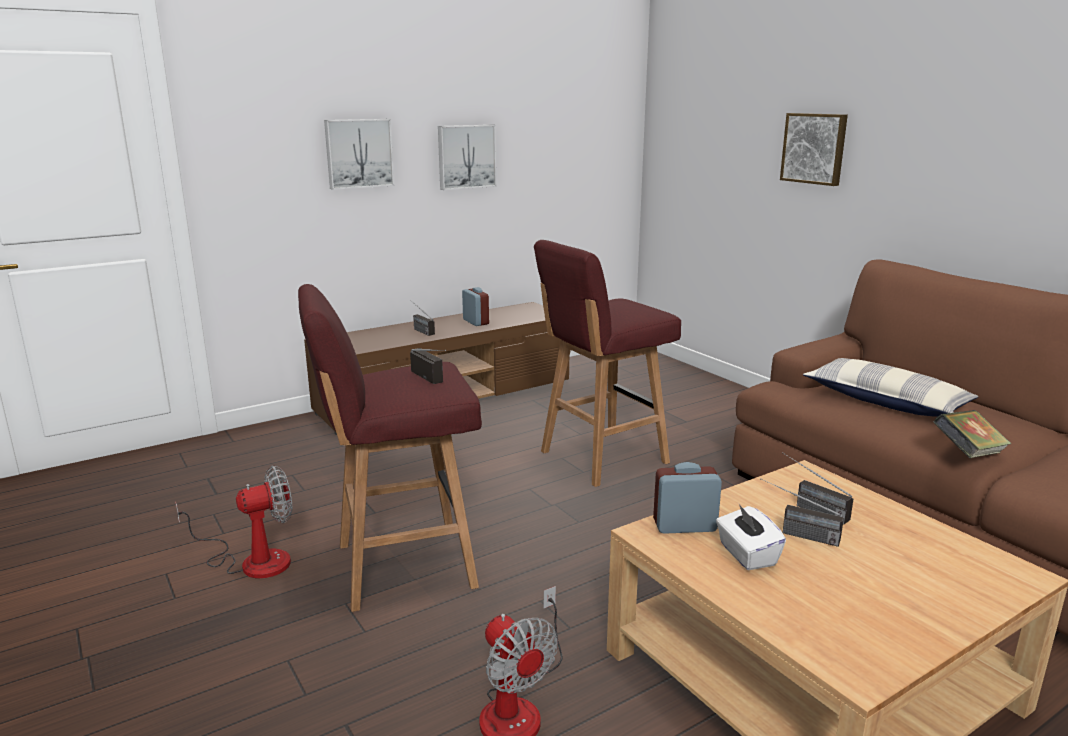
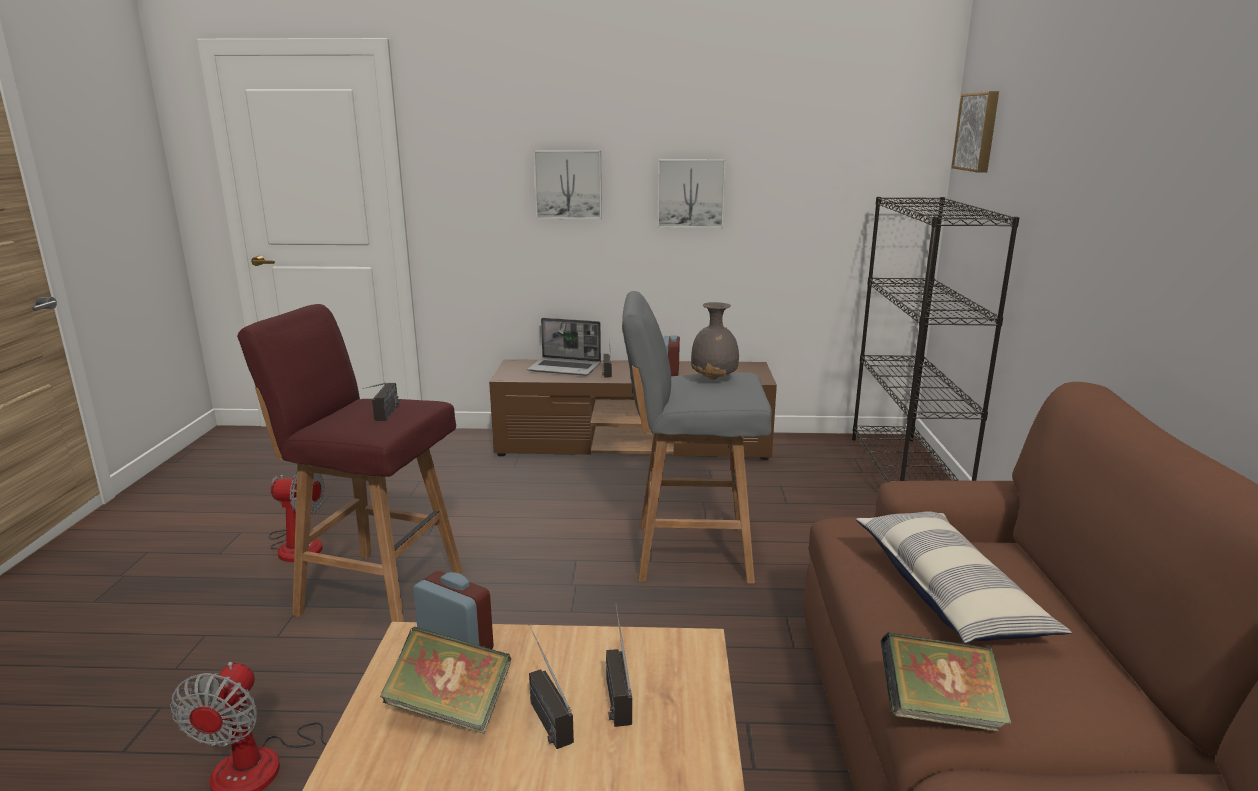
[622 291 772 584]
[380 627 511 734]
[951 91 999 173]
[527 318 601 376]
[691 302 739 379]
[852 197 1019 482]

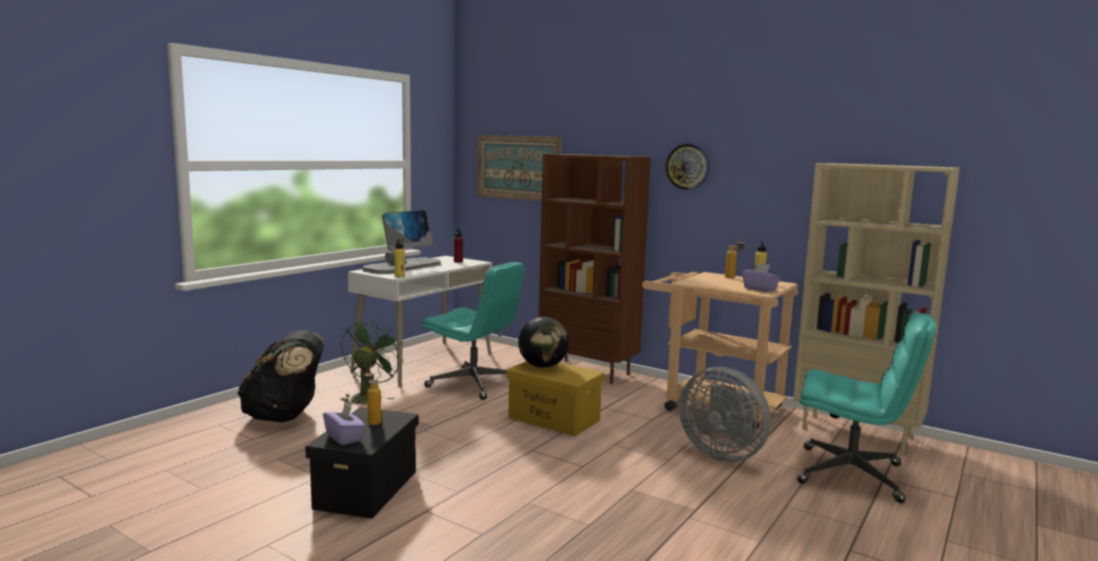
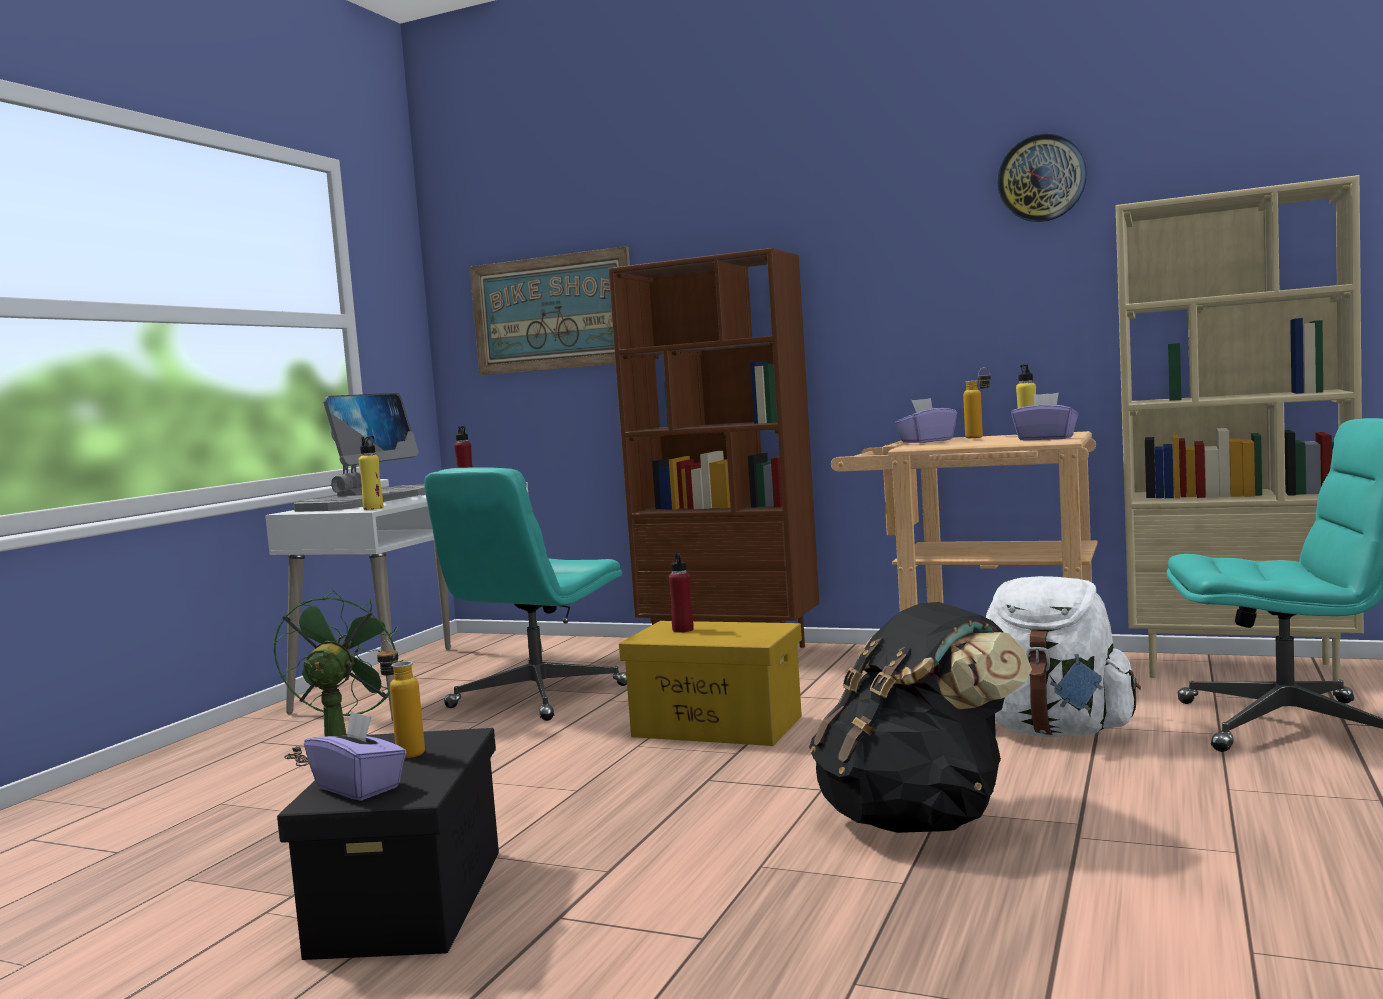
[809 602 1032 833]
[424 467 627 721]
[669 552 694 633]
[998 134 1087 222]
[986 576 1141 737]
[895 398 957 443]

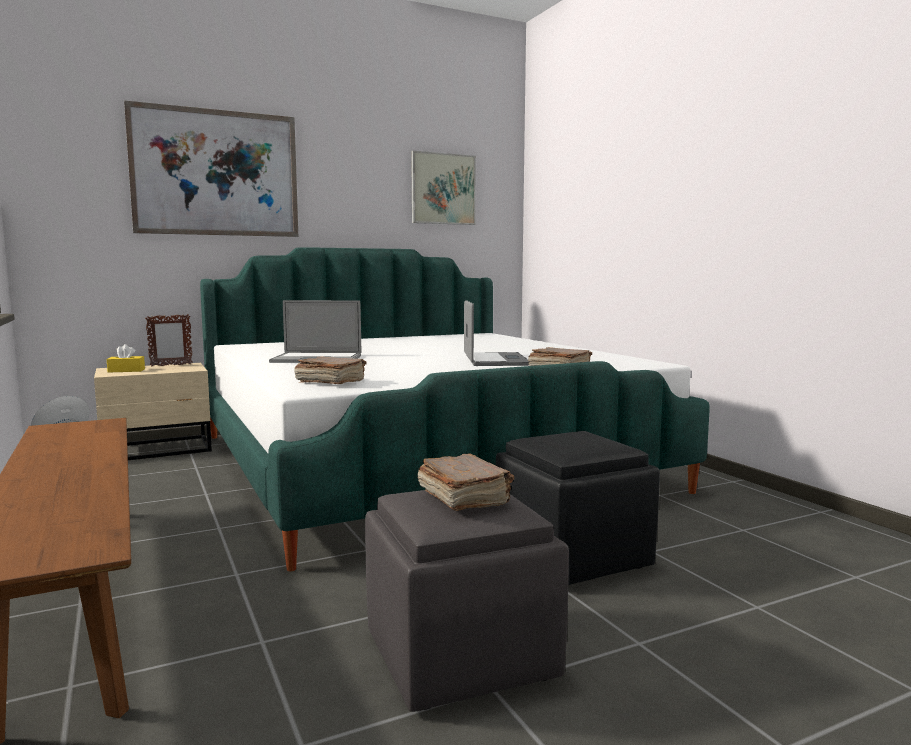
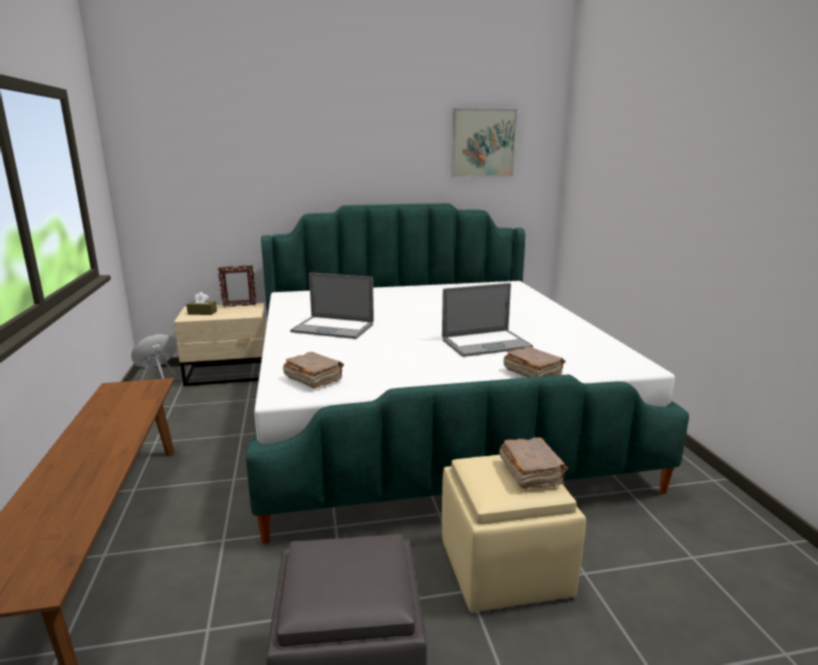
[186 292 217 315]
[124 101 298 237] (first image)
[499 437 568 488]
[442 283 533 357]
[442 455 586 613]

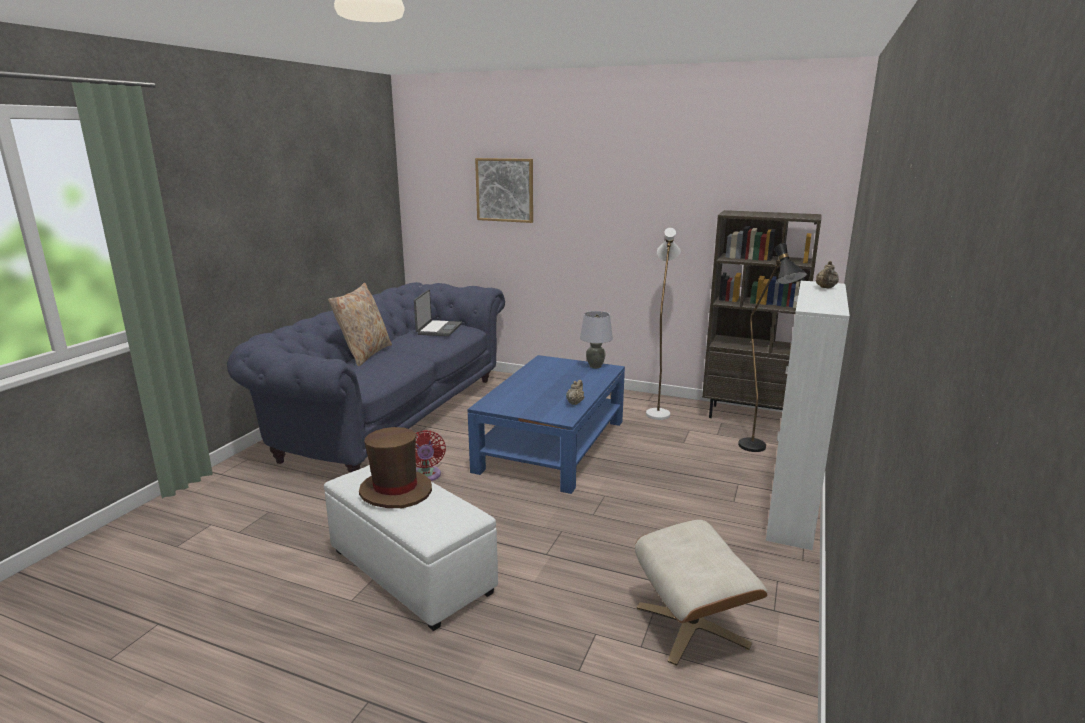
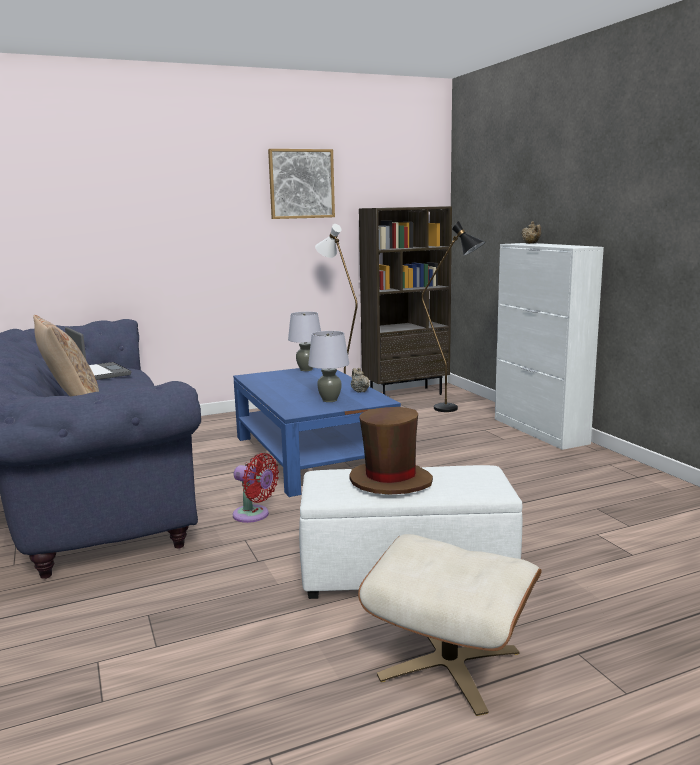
[268 149 335 219]
[358 534 542 716]
[308 331 349 402]

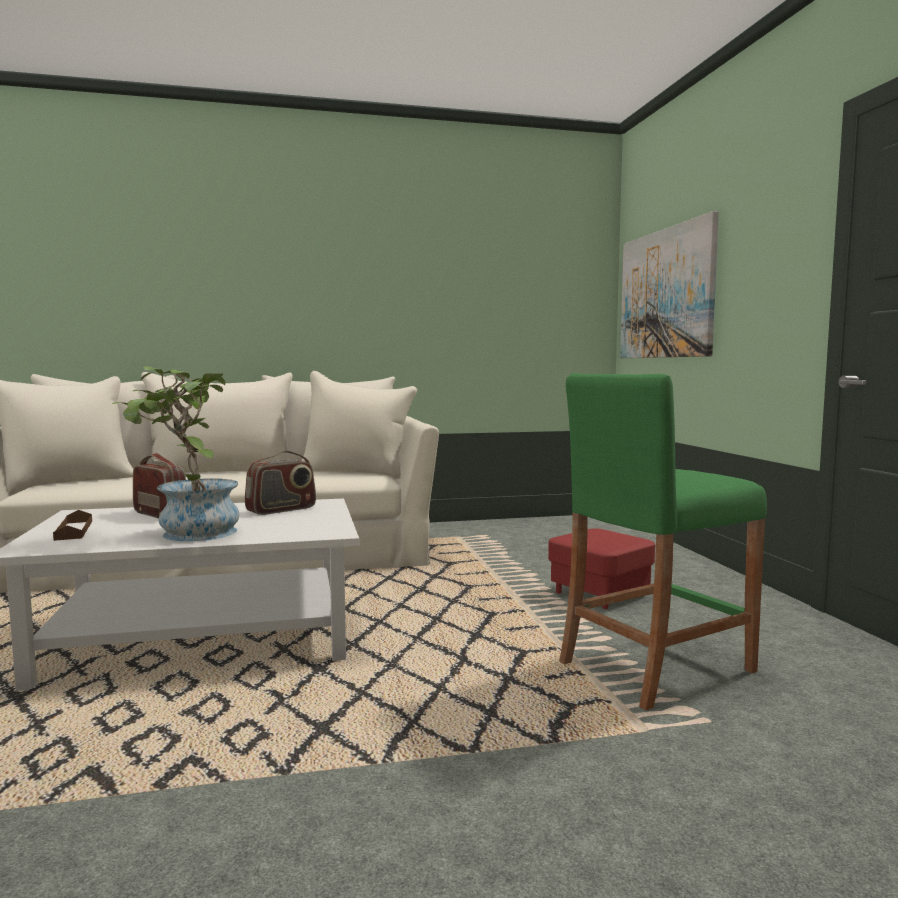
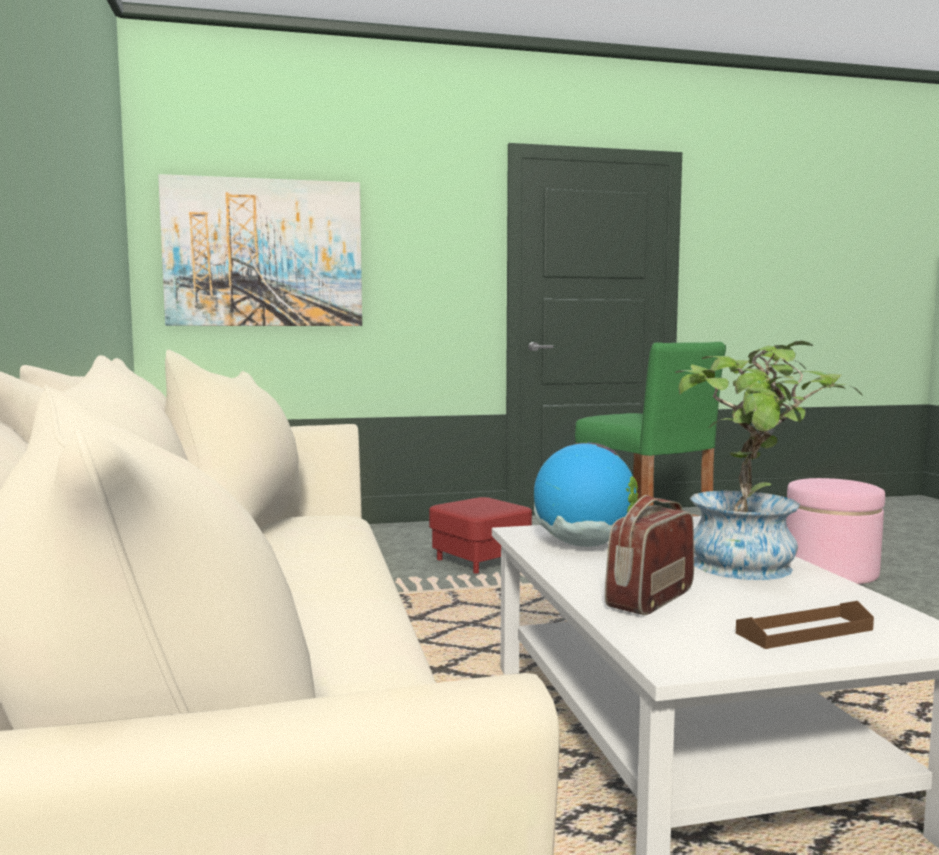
[534 443 638 547]
[786 478 885 584]

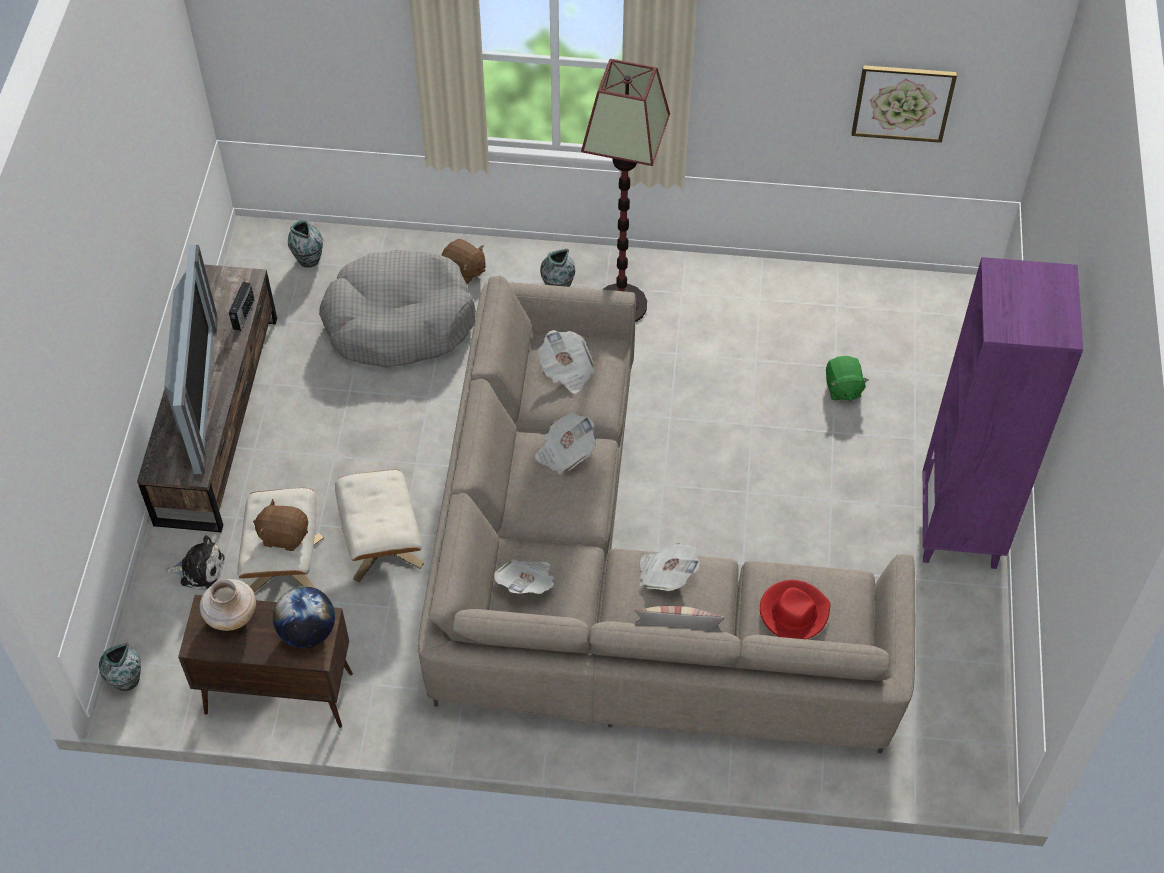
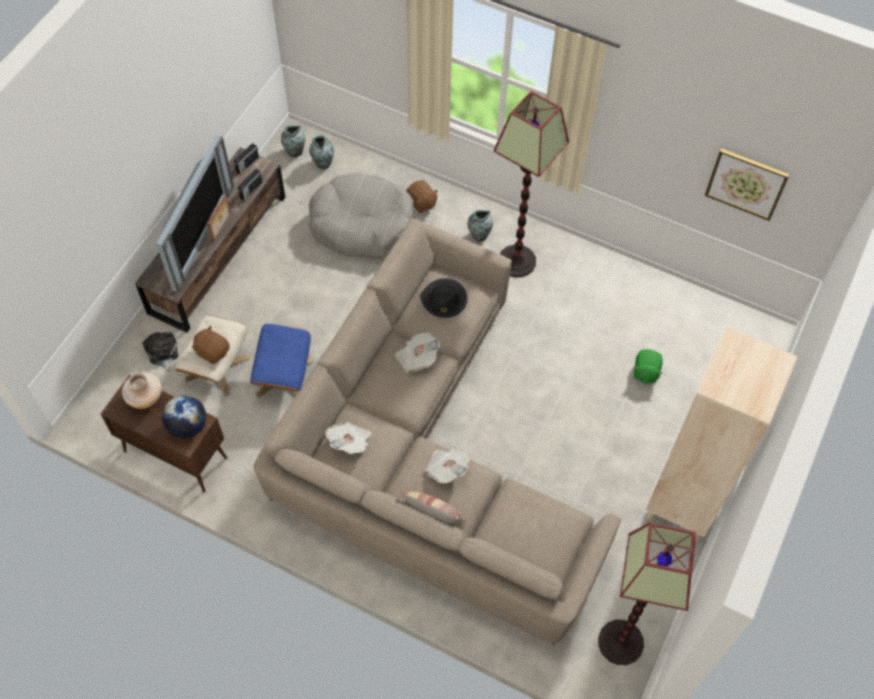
[281 125 306 157]
[142 331 178 372]
[250 324 313 397]
[420 278 468 318]
[760 580 830 639] (first image)
[646 327 798 542]
[206 193 231 244]
[234 143 259 175]
[598 523 695 665]

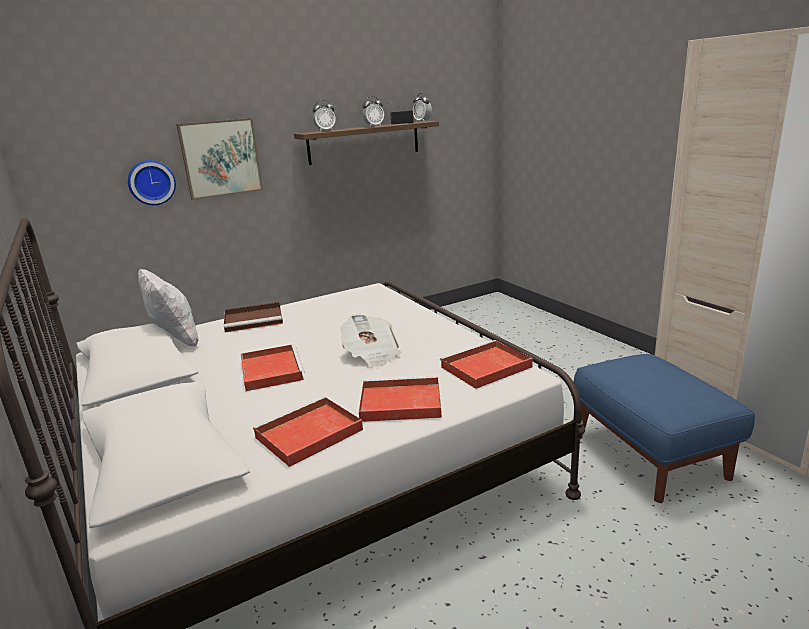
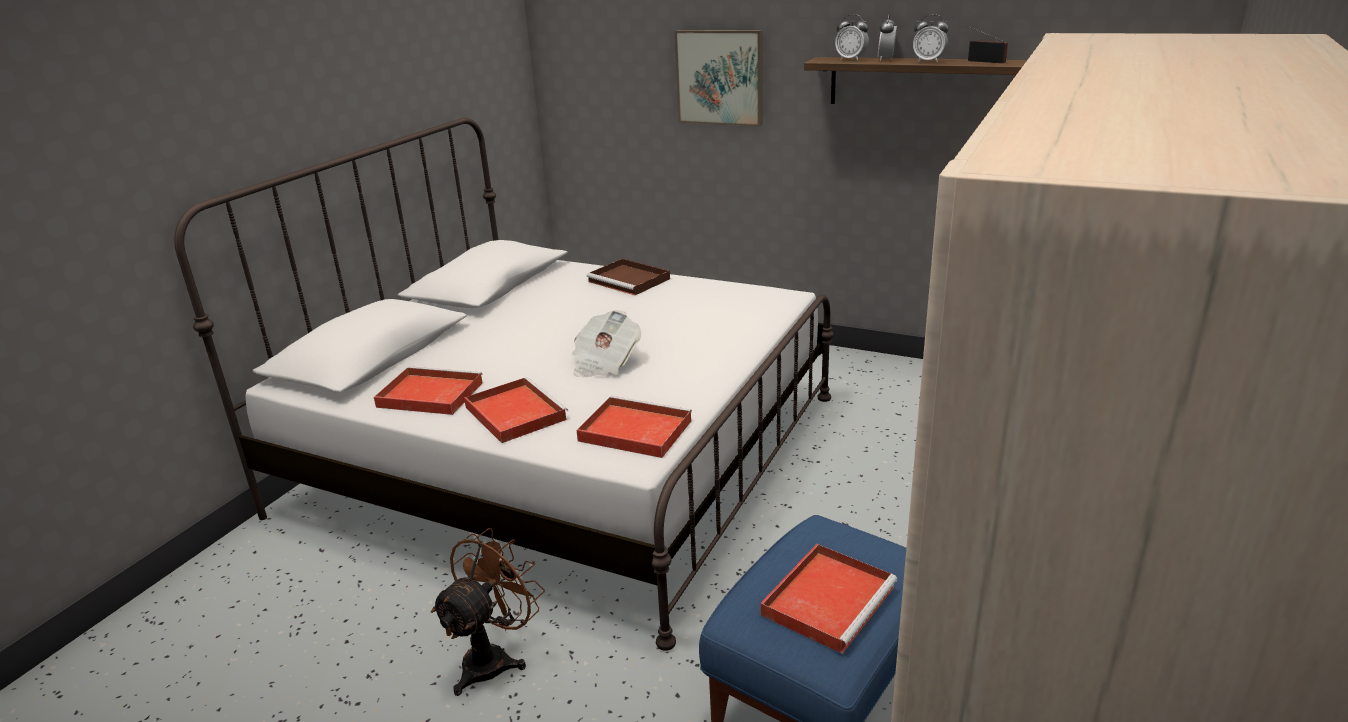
[128 160 176 205] (first image)
[138 269 198 347] (first image)
[760 544 897 654]
[877 14 897 61]
[431 528 545 696]

